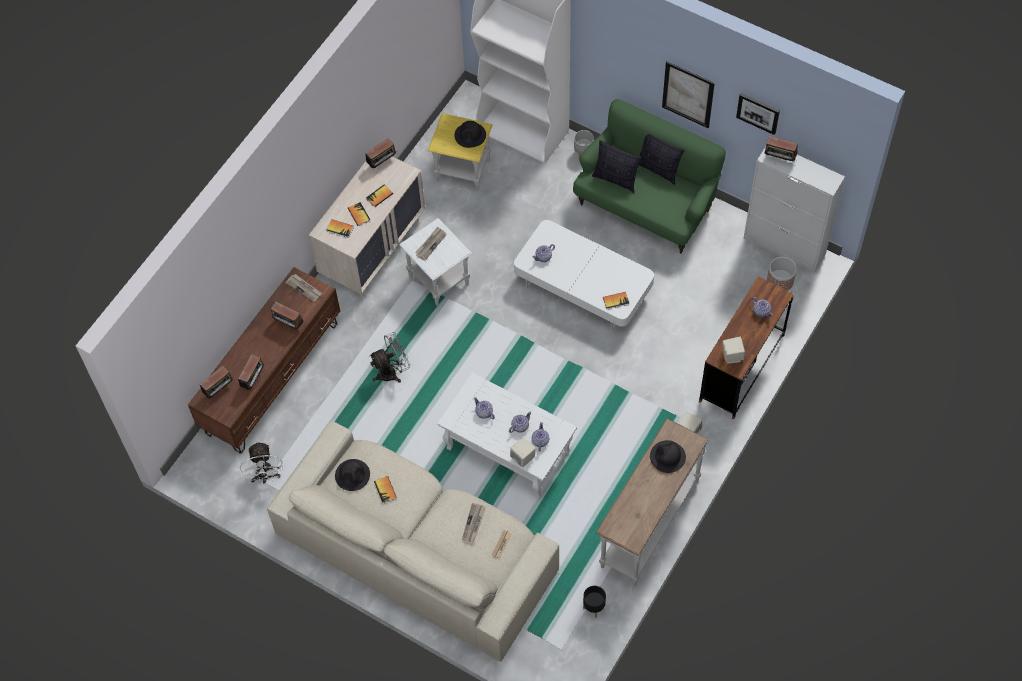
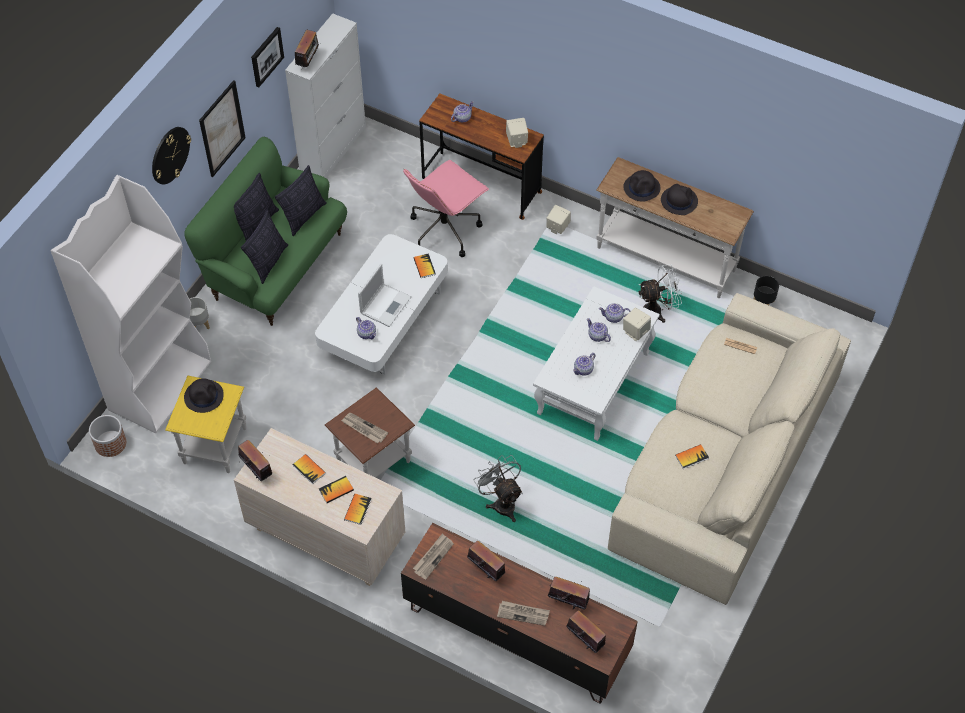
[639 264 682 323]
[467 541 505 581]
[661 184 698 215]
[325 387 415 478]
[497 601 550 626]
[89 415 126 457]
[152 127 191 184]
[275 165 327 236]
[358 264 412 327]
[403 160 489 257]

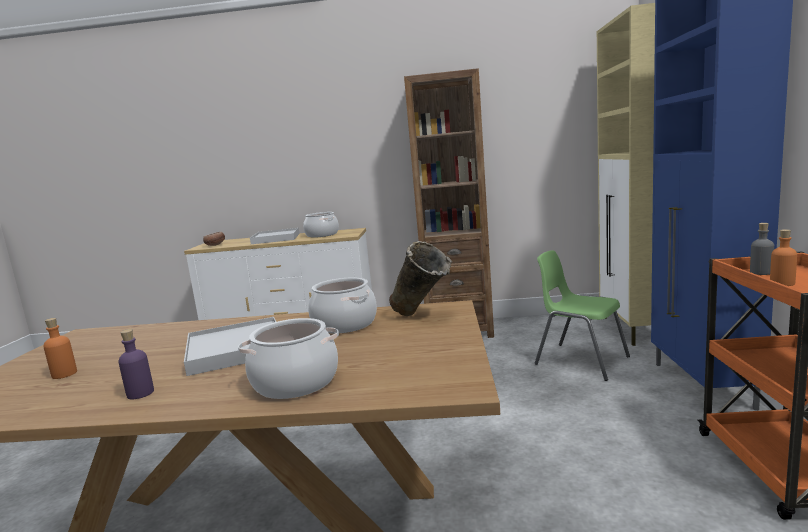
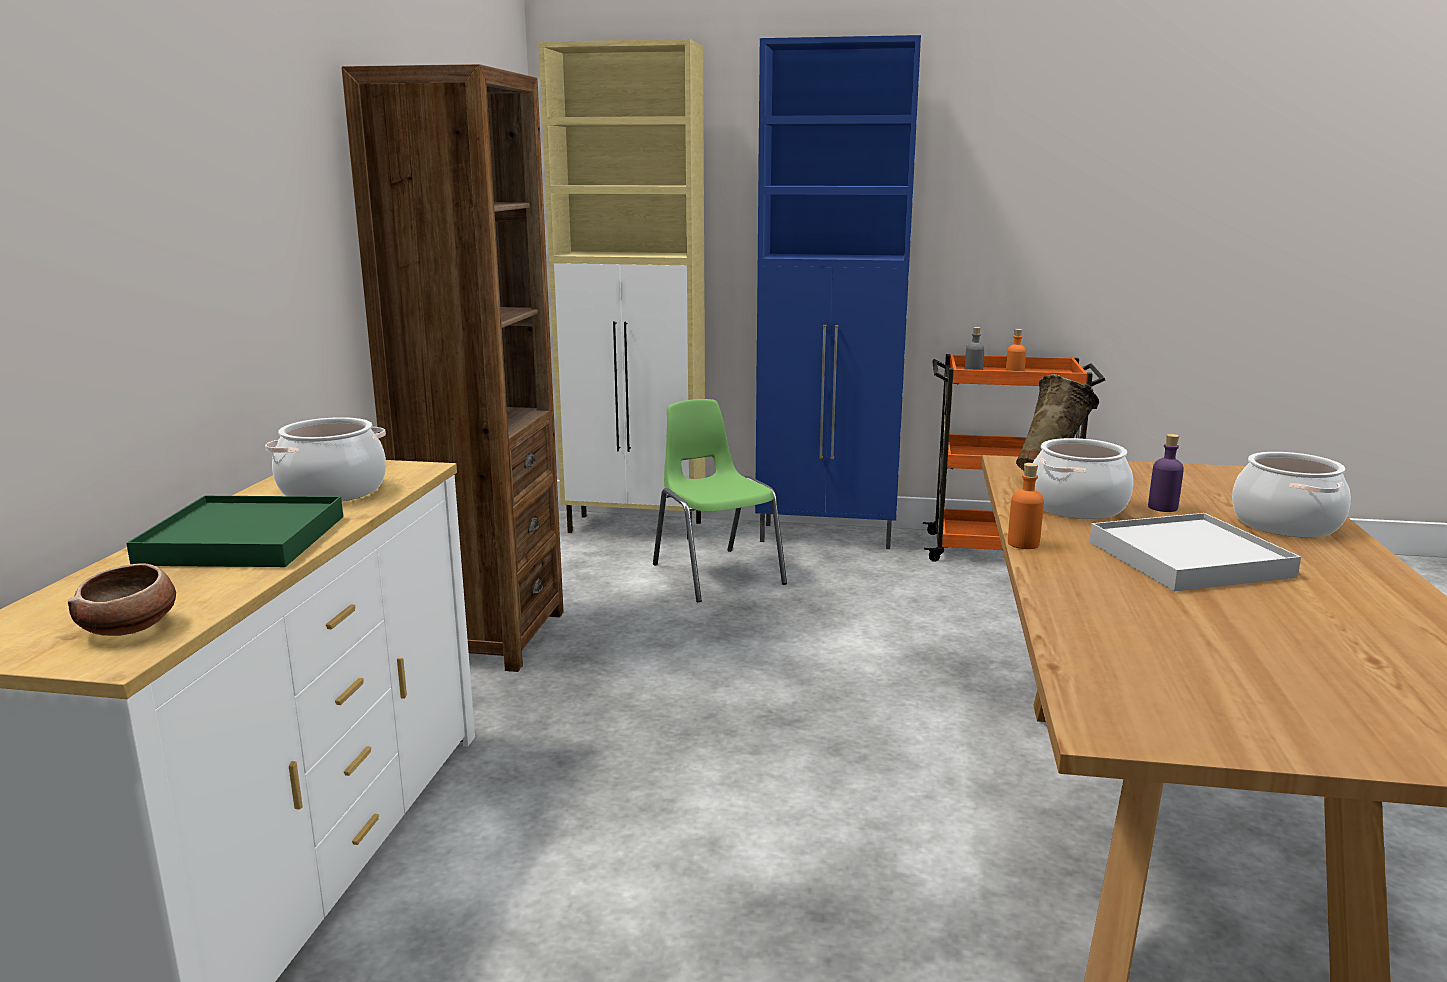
[1008 463 1044 549]
[1148 434 1184 512]
[126 496 343 567]
[653 399 787 602]

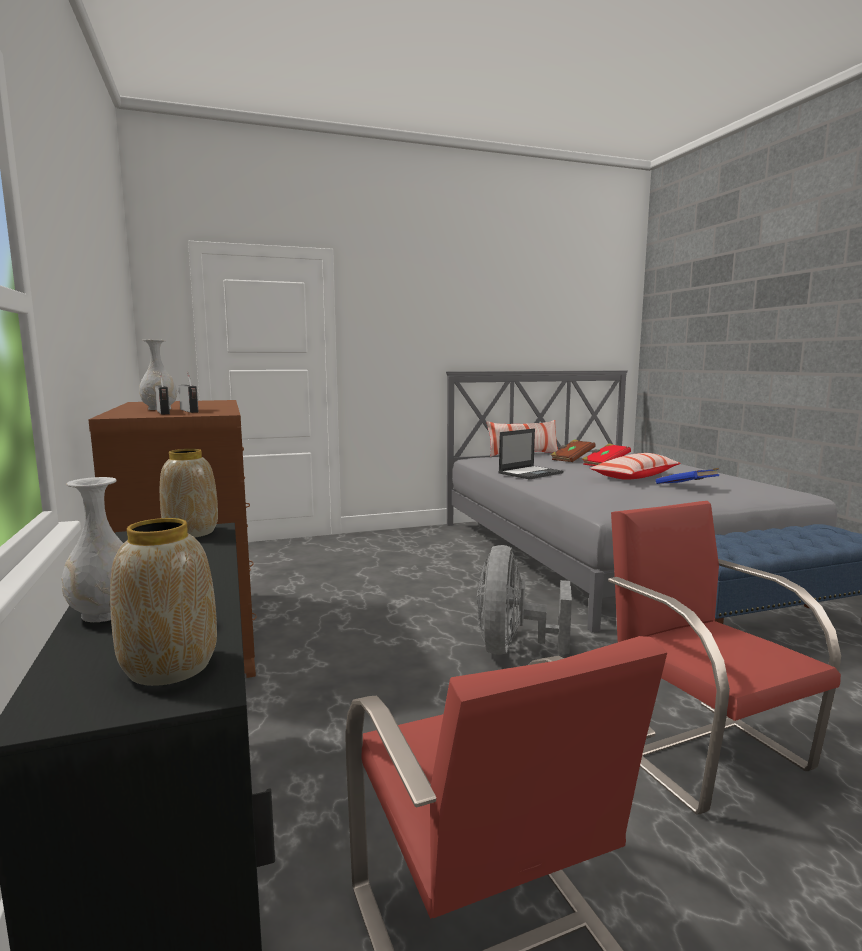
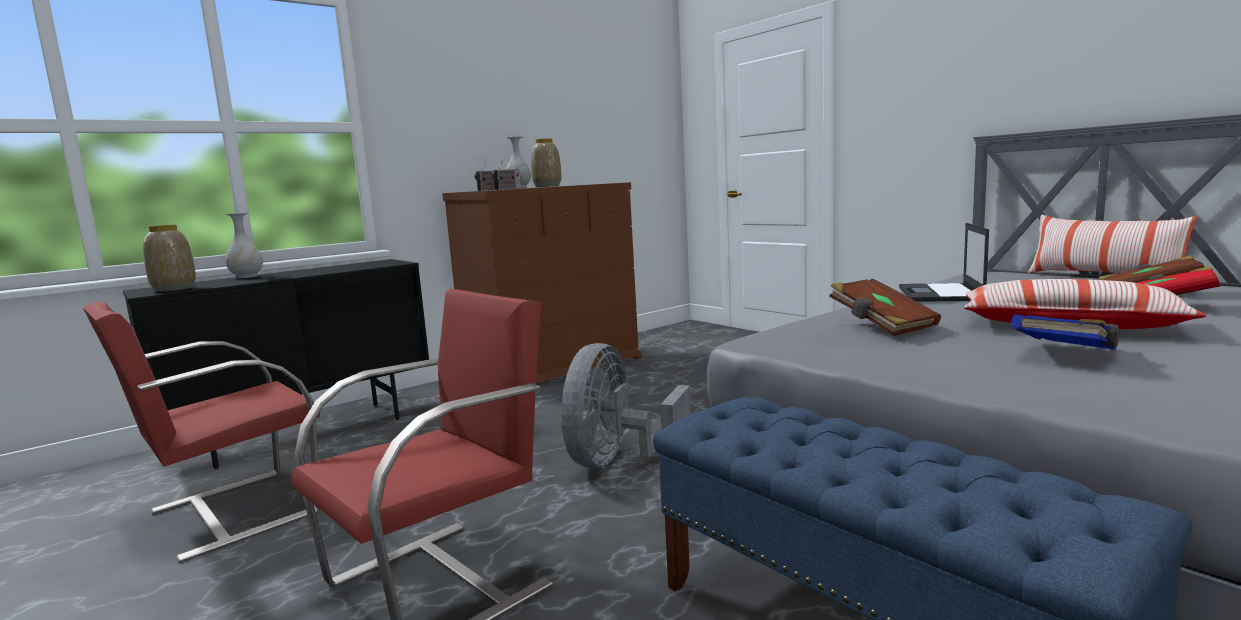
[531 138 561 187]
[561 343 691 468]
[899 223 989 302]
[829 279 941 336]

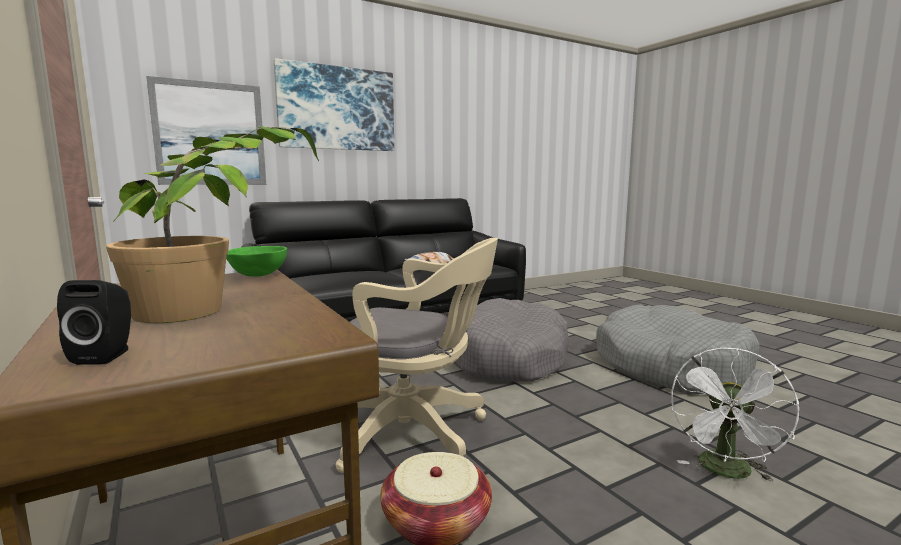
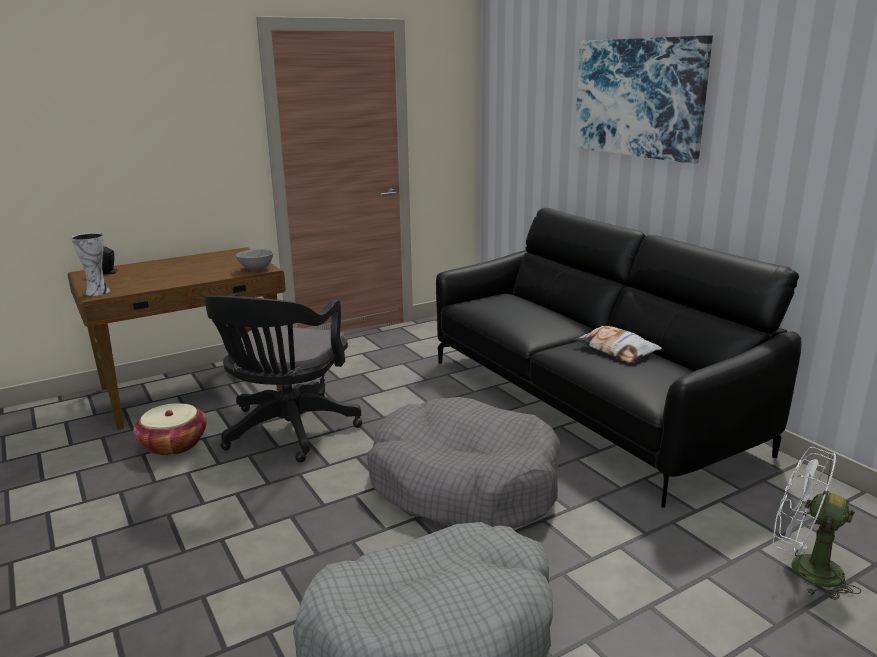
[106 127 319 323] (first image)
[146 76 266 185] (first image)
[236 249 273 271]
[204 294 362 462]
[773 447 861 600]
[71 233 110 296]

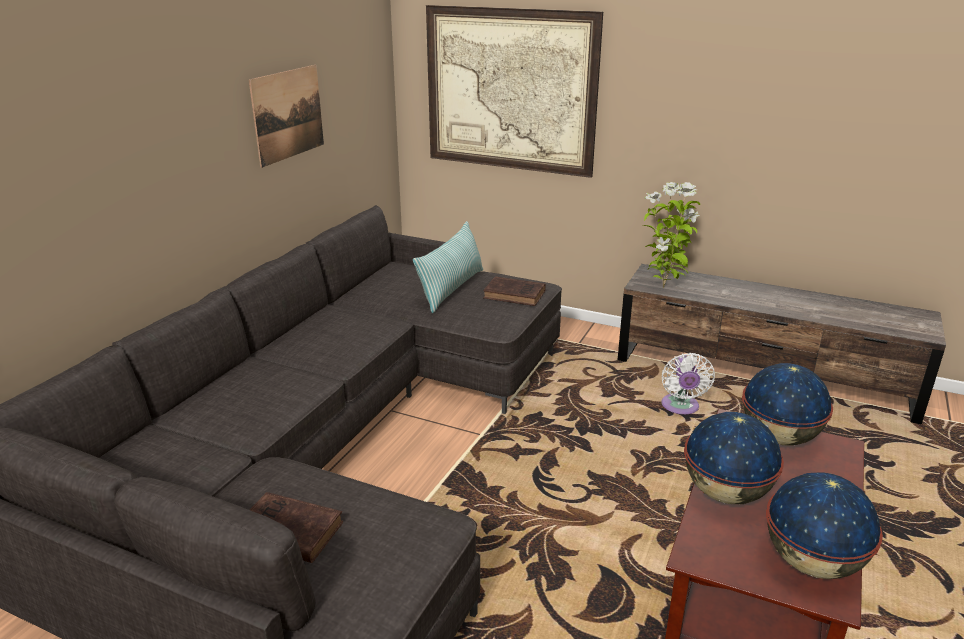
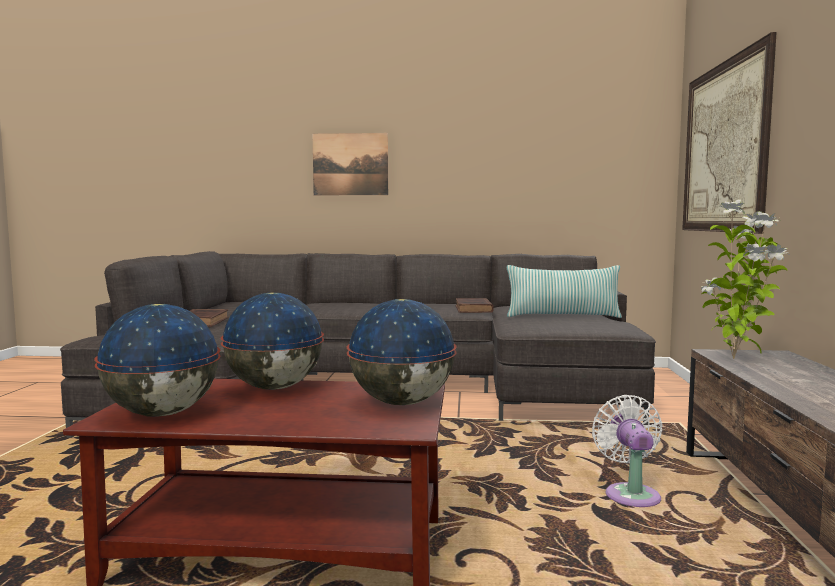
[313 133 388 195]
[455 298 494 313]
[592 395 663 507]

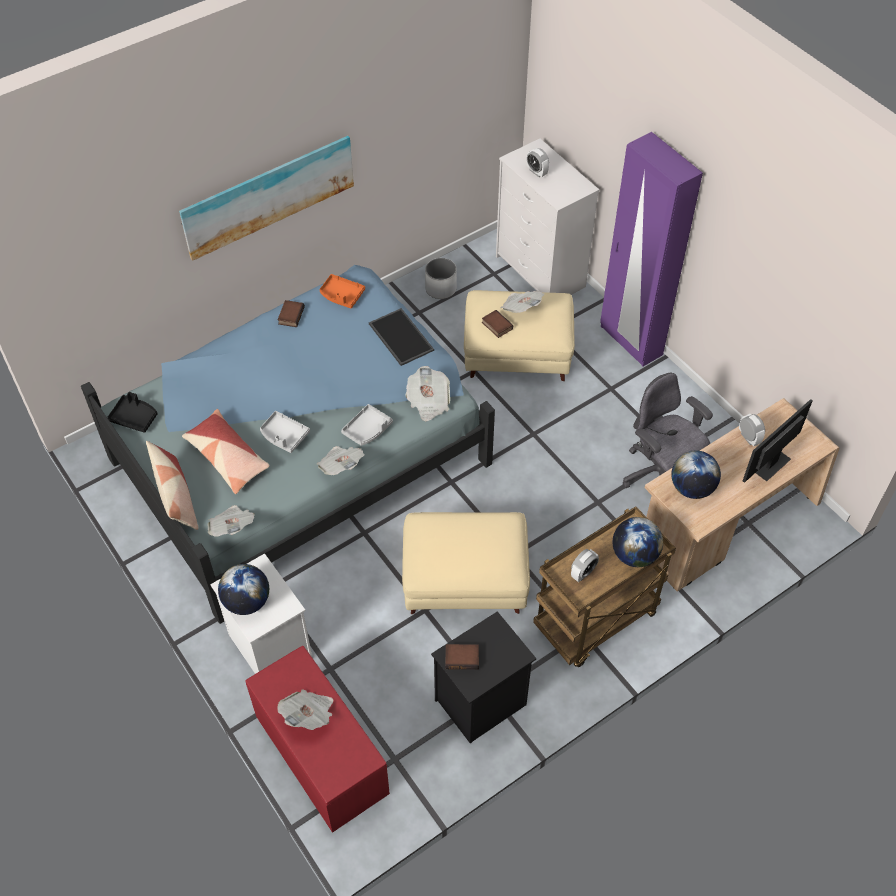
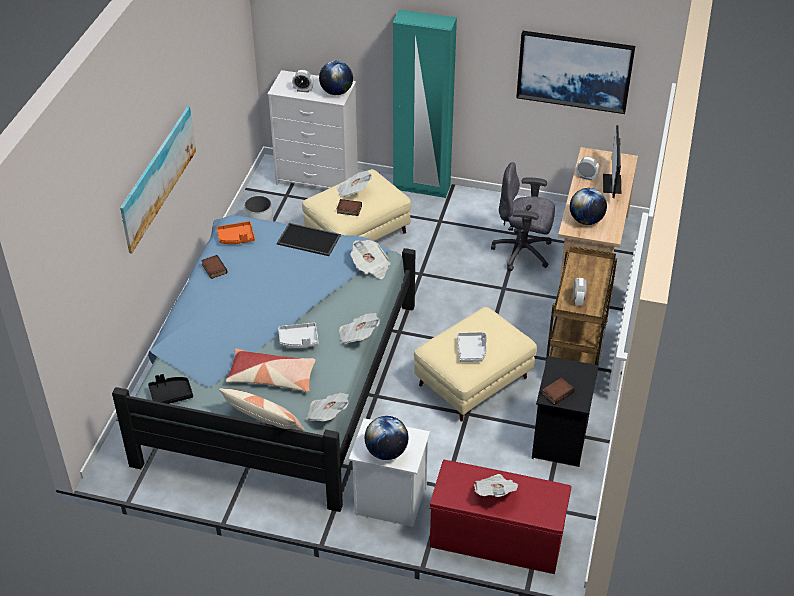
[457 332 487 362]
[393 9 457 198]
[319 61 353 95]
[516 31 635 114]

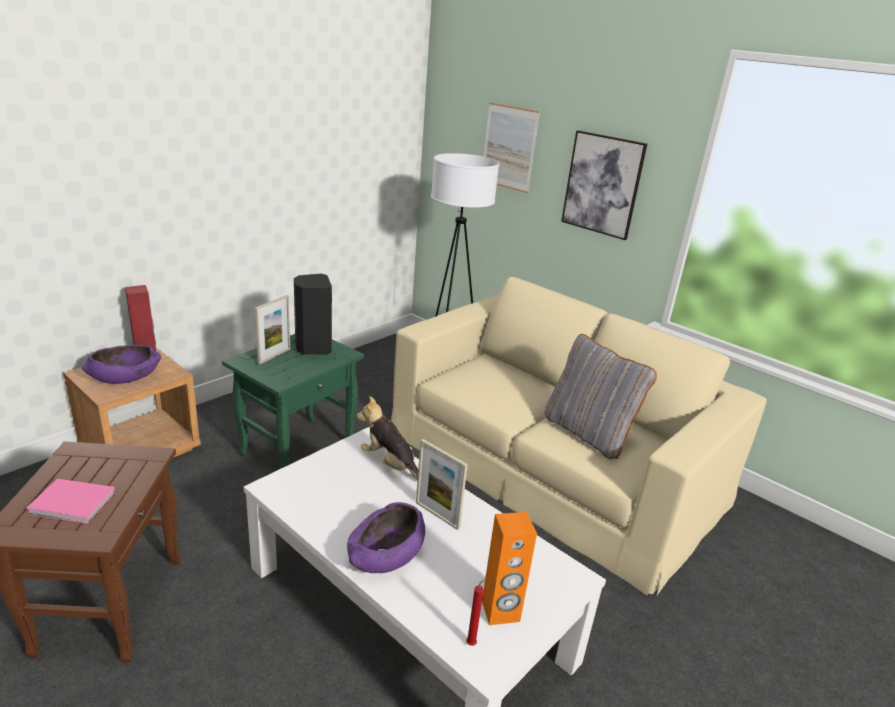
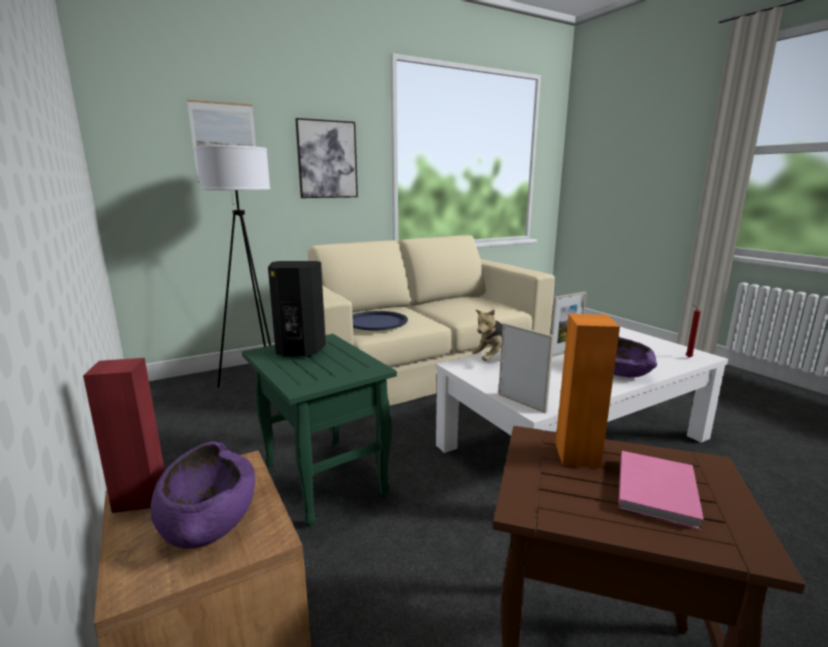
[498 323 554 413]
[555 314 620 468]
[545 334 657 459] (first image)
[352 311 408 330]

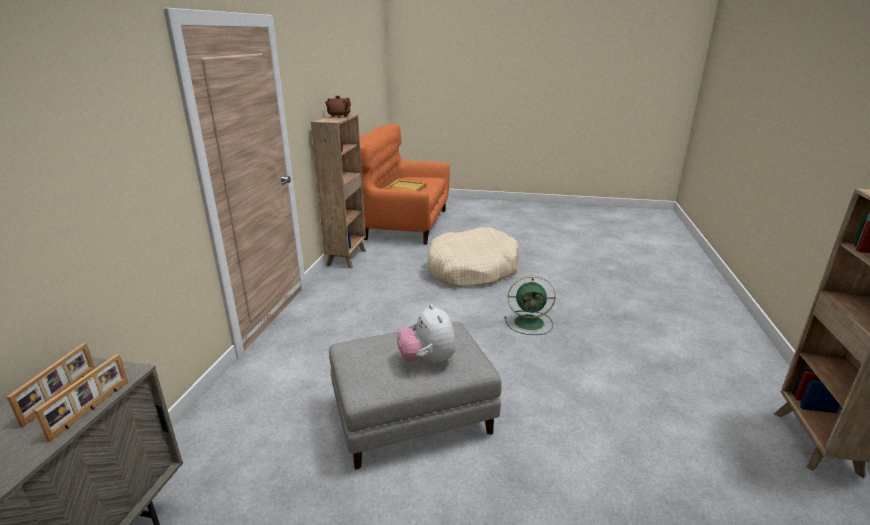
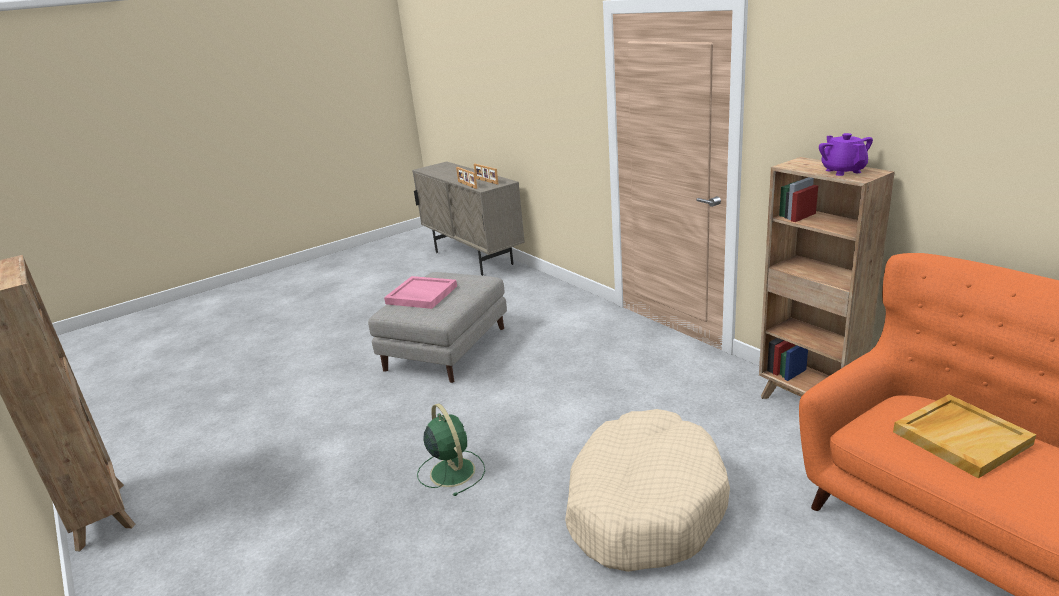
[819 133 873 176]
[384 276 457 309]
[417 403 485 496]

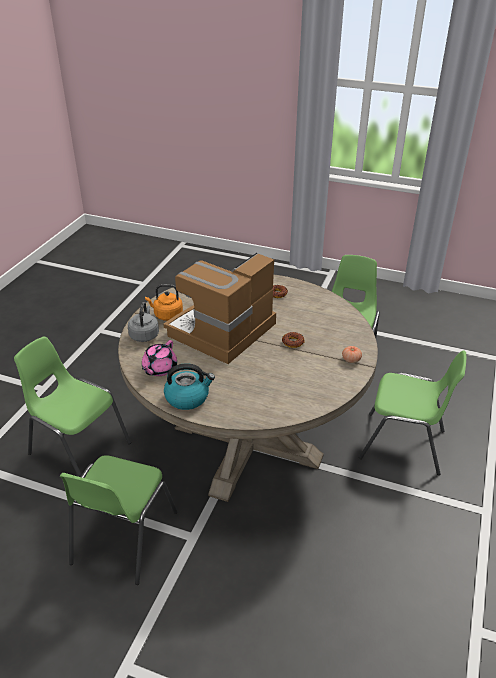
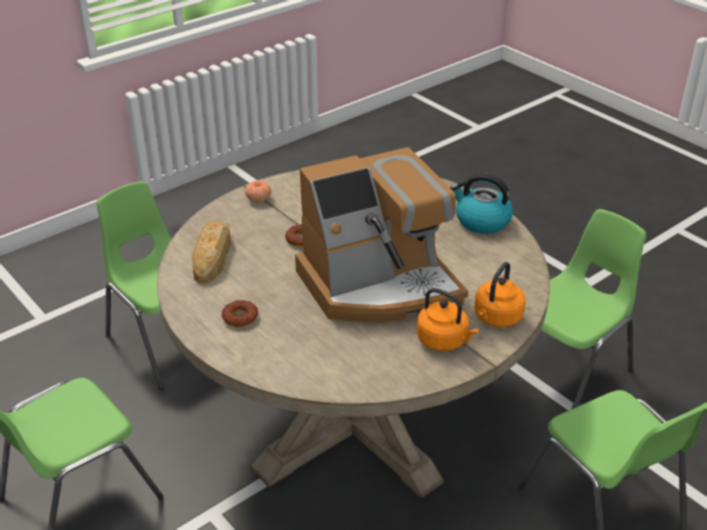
[474 262 526 327]
[142 340 177 376] (first image)
[192 221 231 284]

